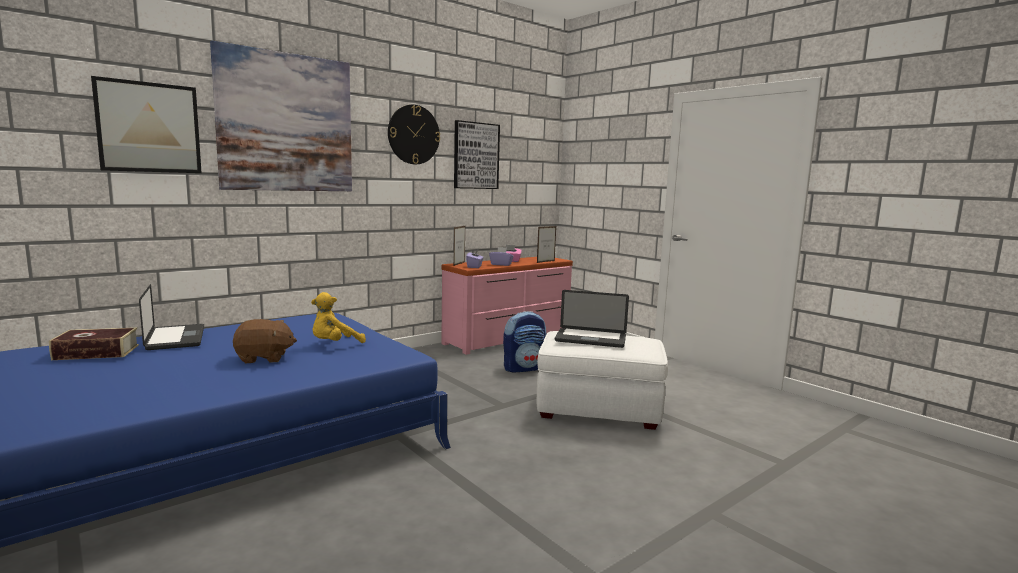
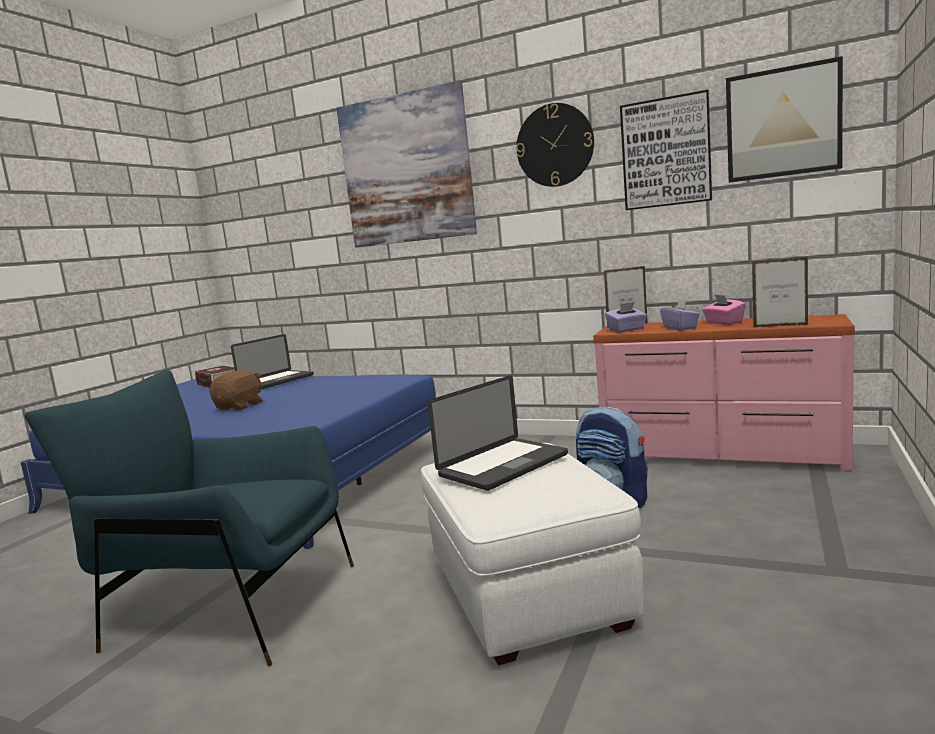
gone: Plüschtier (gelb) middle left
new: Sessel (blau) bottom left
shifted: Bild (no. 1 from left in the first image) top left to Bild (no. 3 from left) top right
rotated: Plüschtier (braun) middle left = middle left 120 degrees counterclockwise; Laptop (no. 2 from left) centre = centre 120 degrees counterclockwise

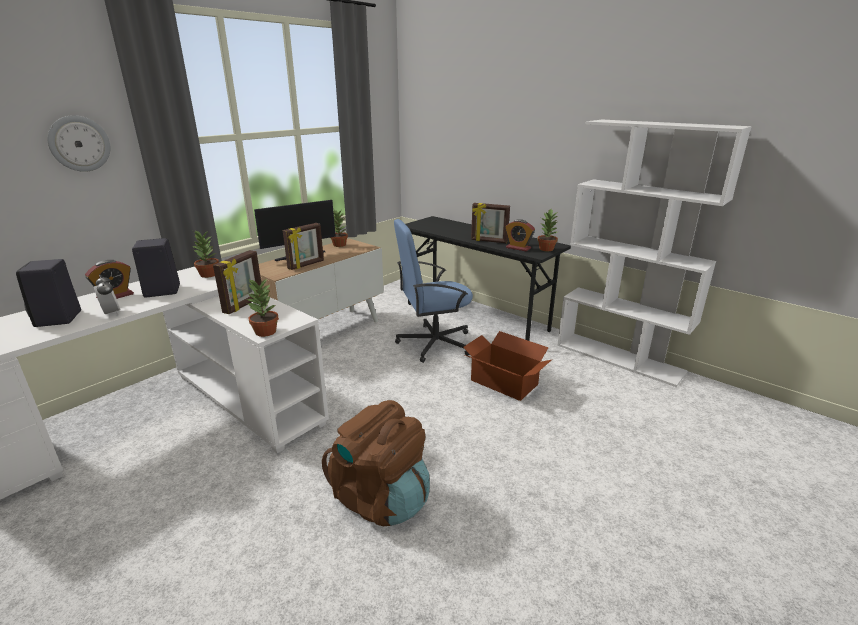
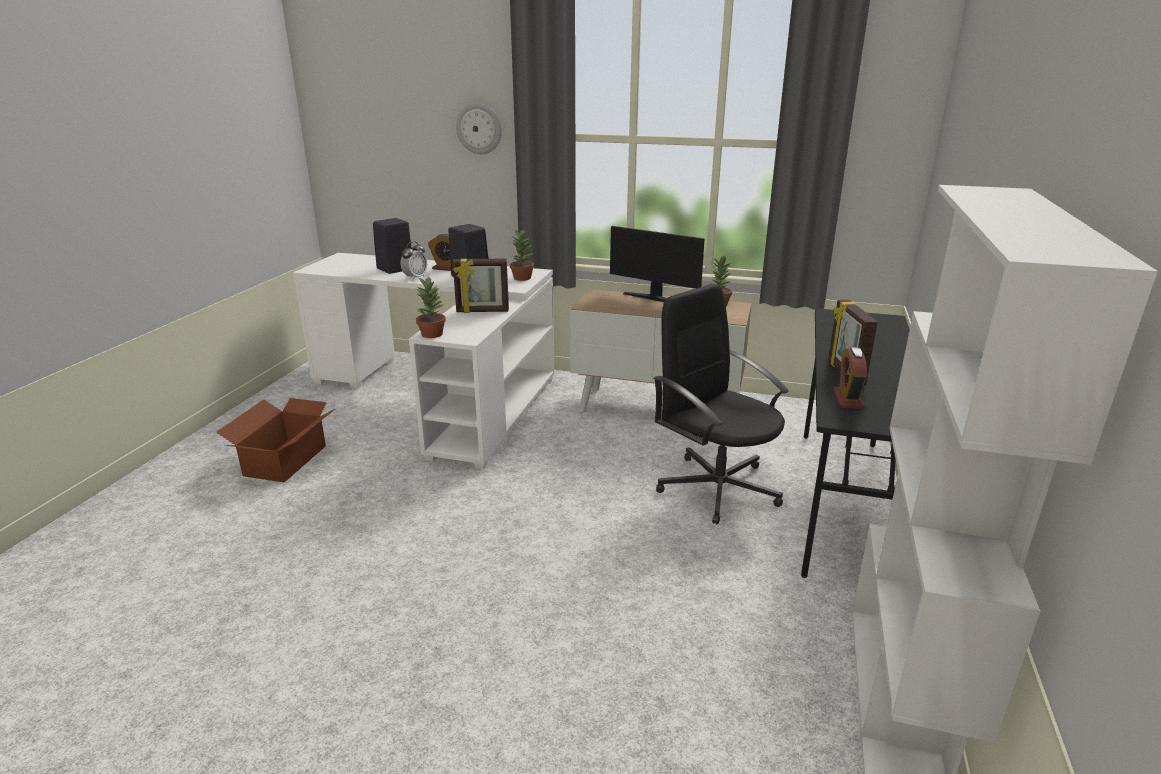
gone: Bilderrahmen (no. 2 from left) centre; Rucksack (braun) bottom centre; Topfpflanze (no. 4 from left) centre
shifted: Karton centre to middle left
repainted: Bürostuhl (blau) centre to Bürostuhl (schwarz) centre

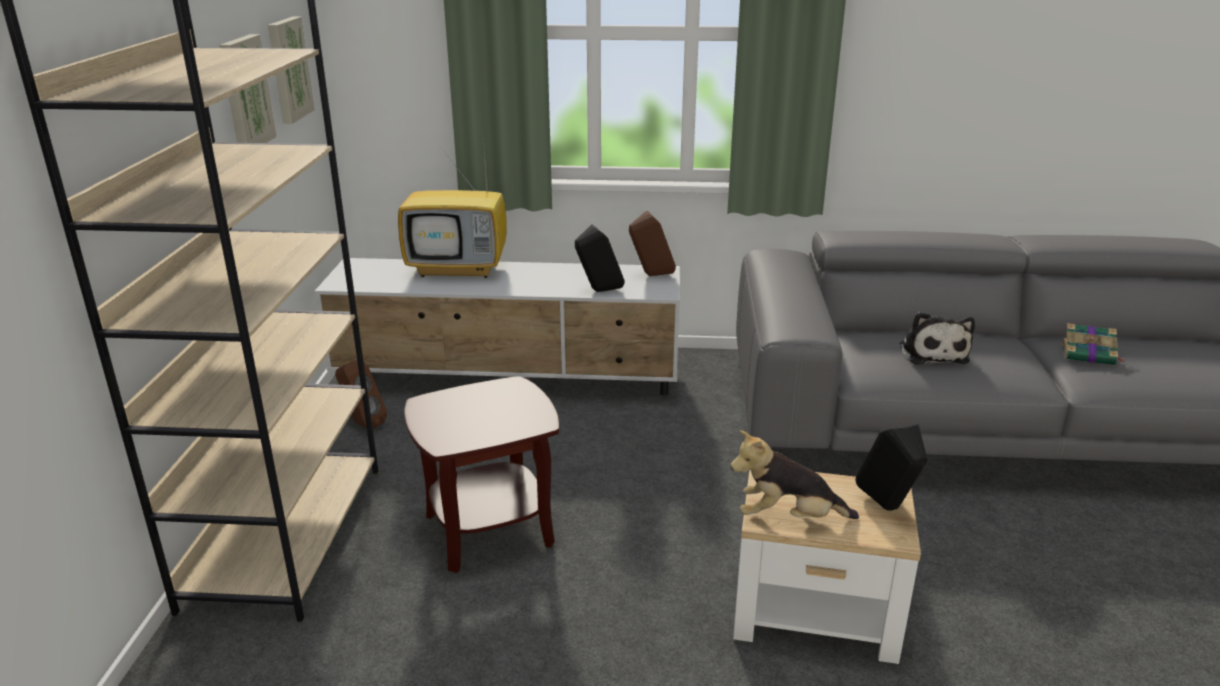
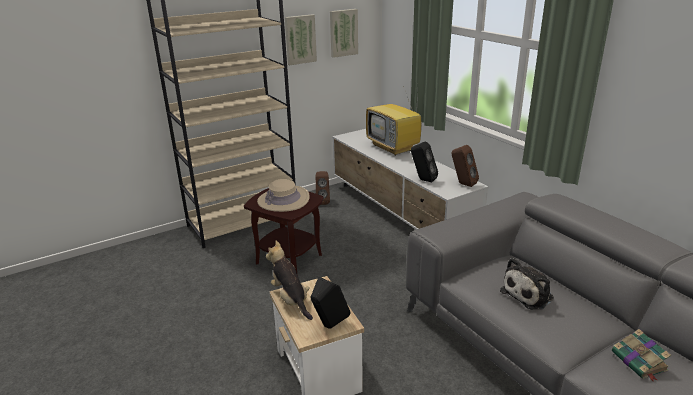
new: Hut (beige) centre

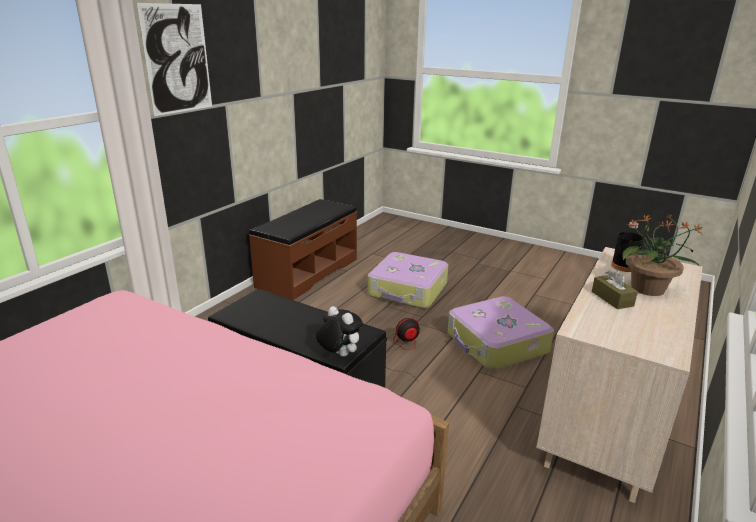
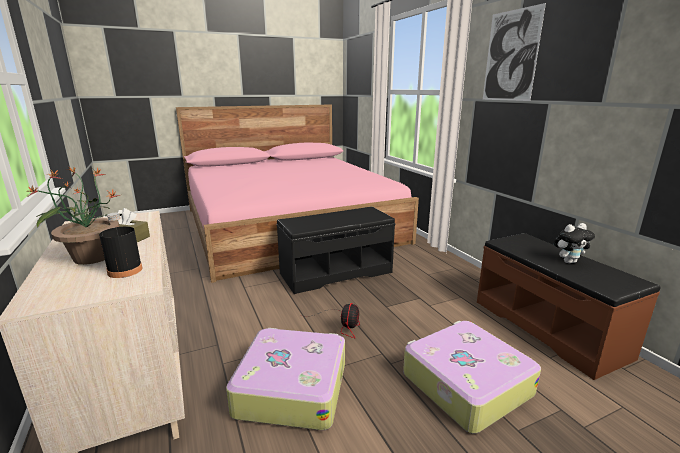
shifted: Plüschtier centre to middle right

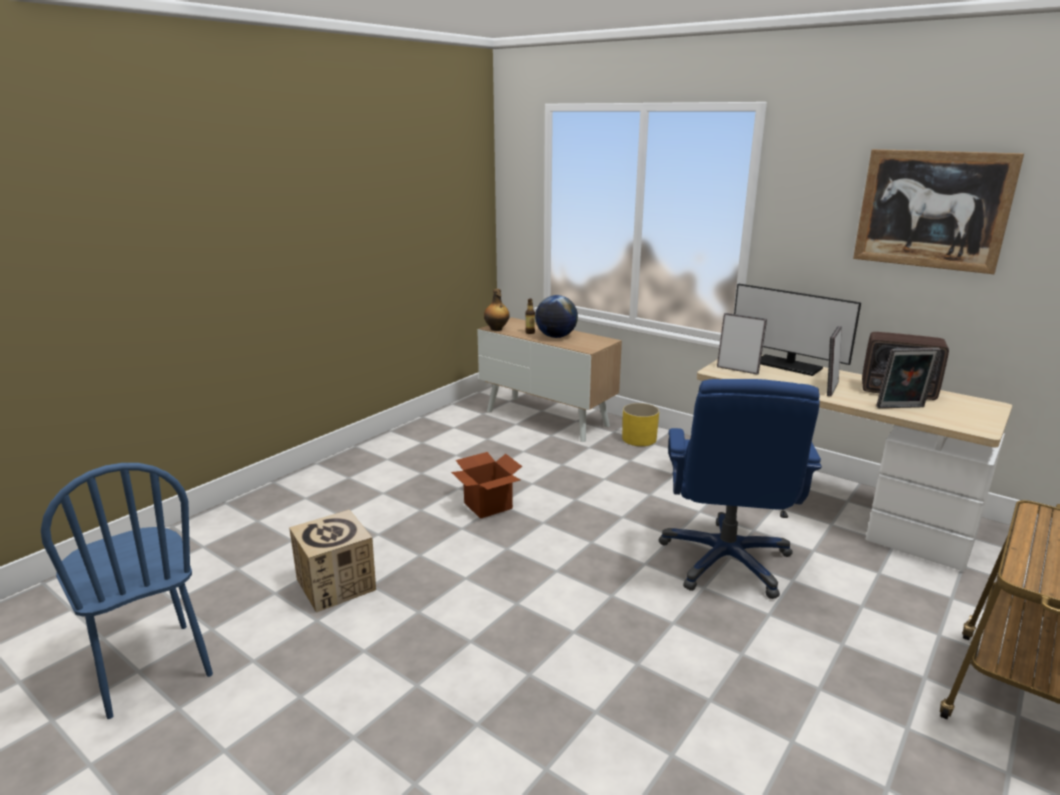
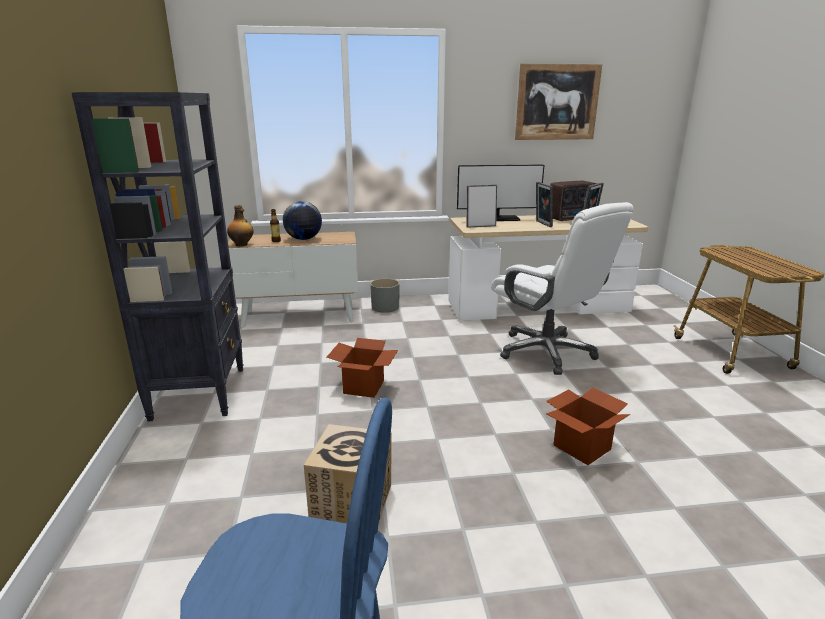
new: Bücherregal (schwarz) middle left; Karton (no. 3 from left) bottom right
repainted: Pflanzkübel (gelb) centre to Pflanzkübel (grau) centre; Bürostuhl (blau) middle right to Bürostuhl (weiß) middle right

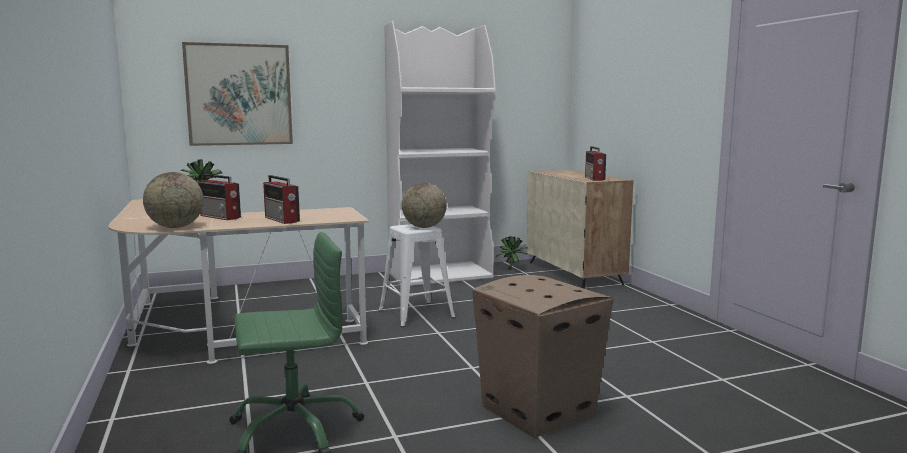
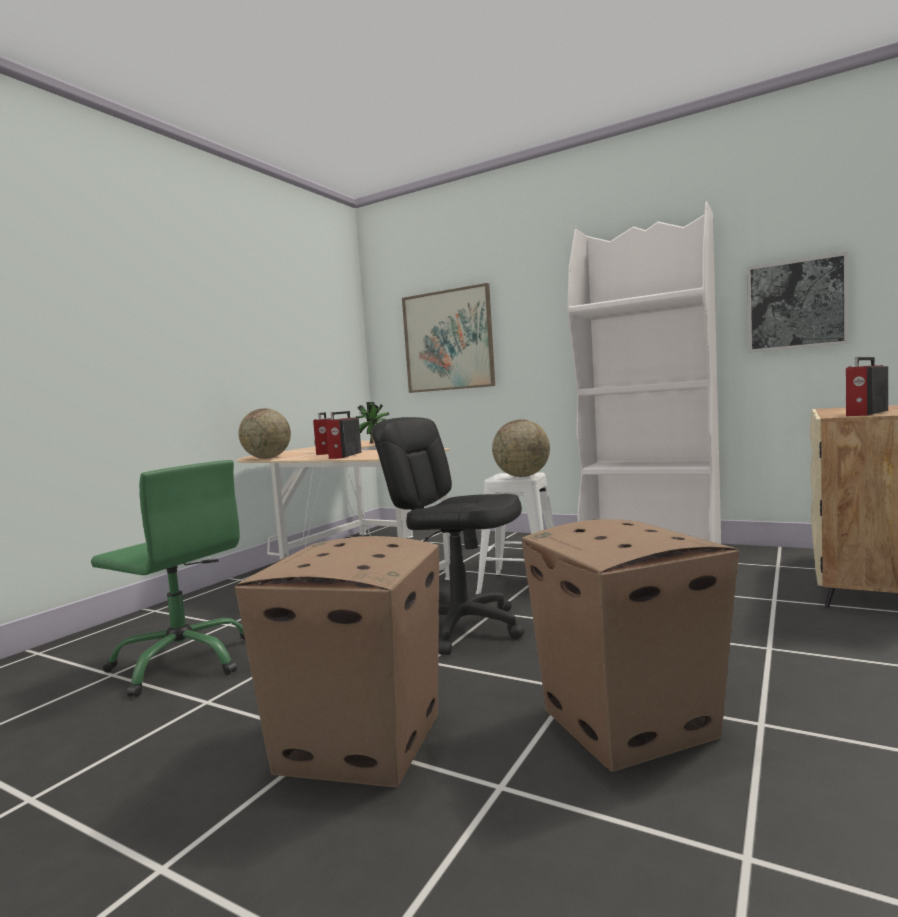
gone: Topfpflanze (no. 2 from left) centre
new: Bürostuhl (schwarz) centre; Karton (no. 2 from left) bottom right; Bild (no. 2 from left) top right

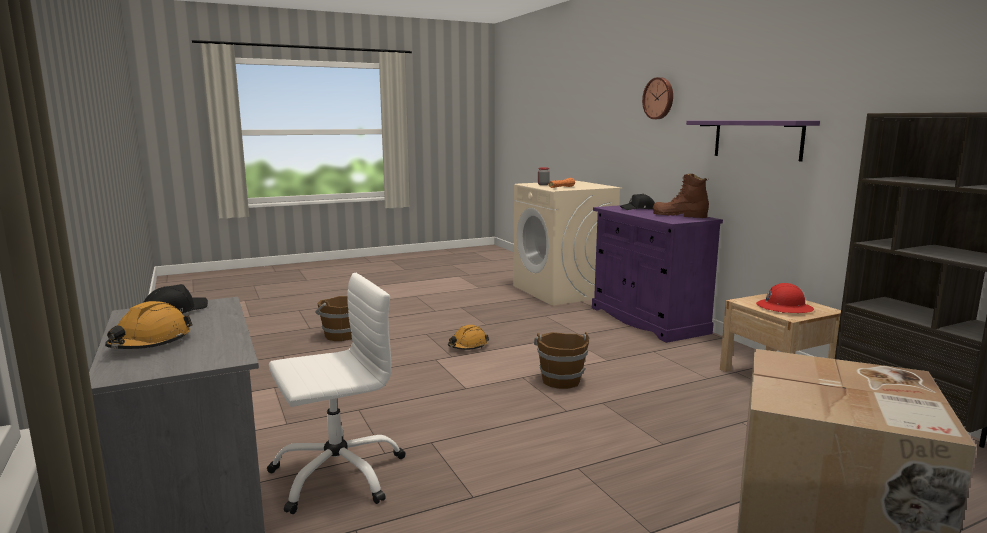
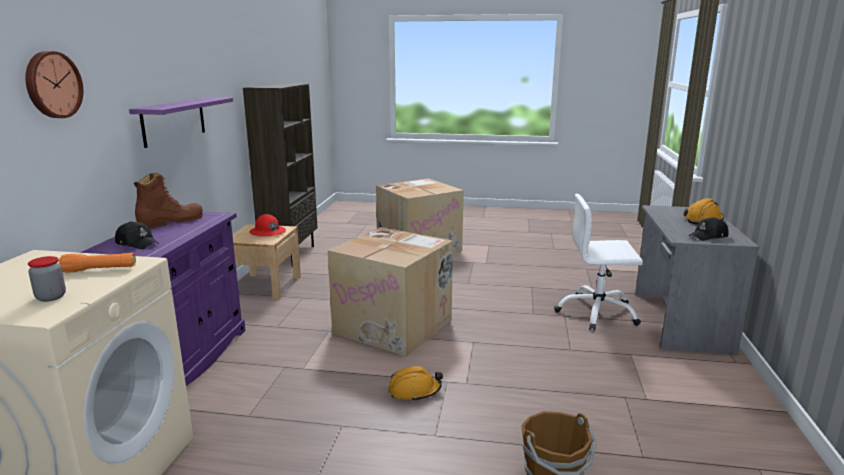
swapped: Eimer (braun) (no. 2 from left) bottom centre to Karton (no. 1 from left) centre
rotated: Stiefel (braun) middle right = middle left 105 degrees counterclockwise

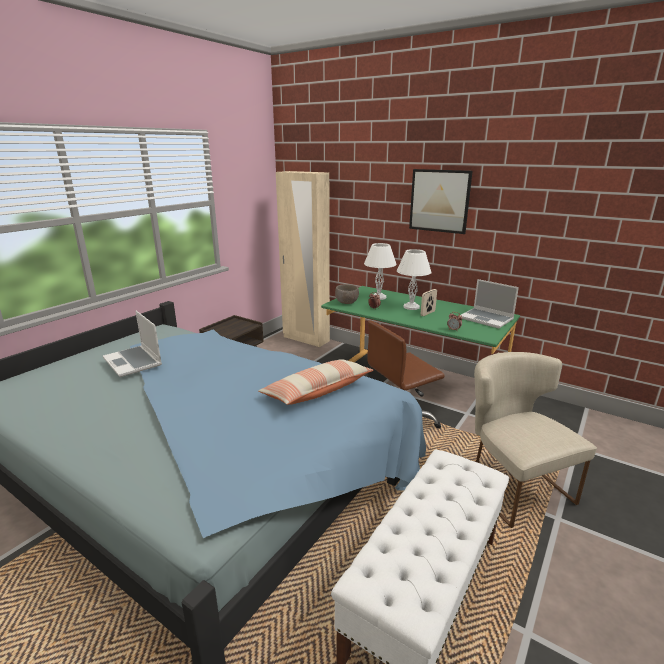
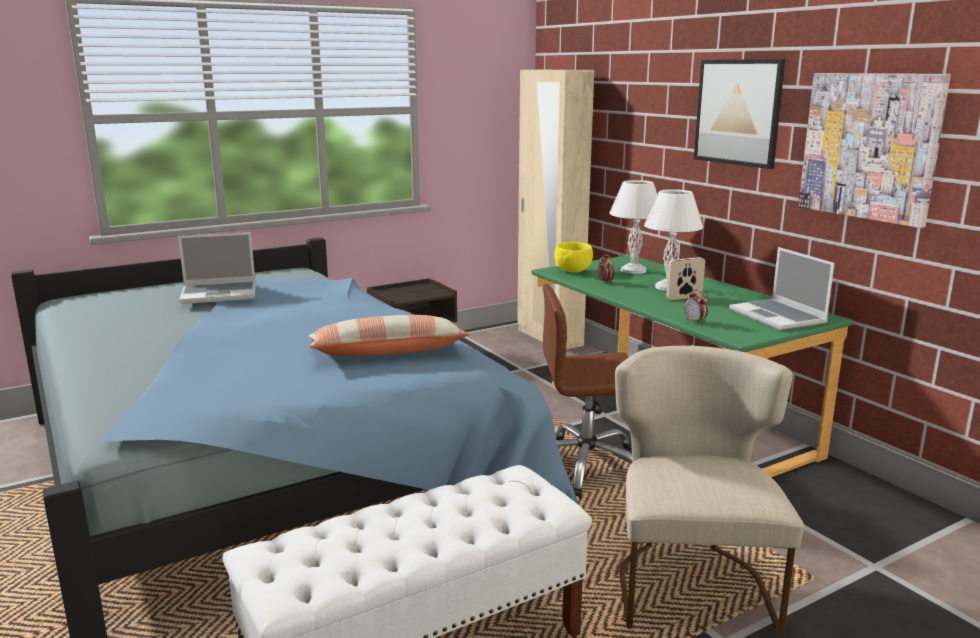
new: Bild (no. 2 from left) top right
repainted: Schüssel (braun) centre to Schüssel (gelb) centre
rotated: Laptop (no. 1 from left) middle left = middle left 90 degrees counterclockwise

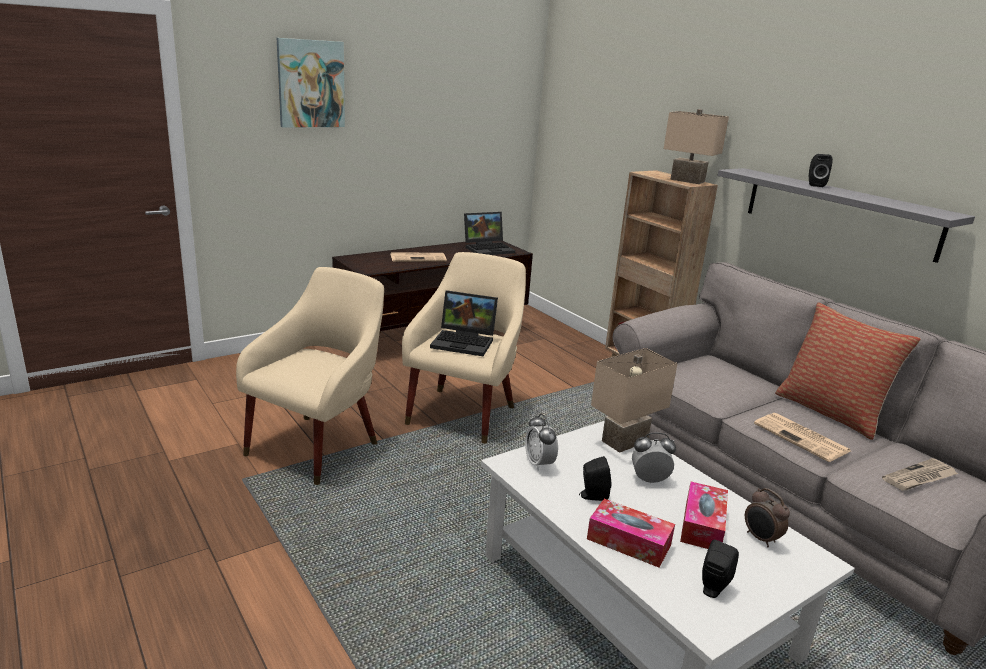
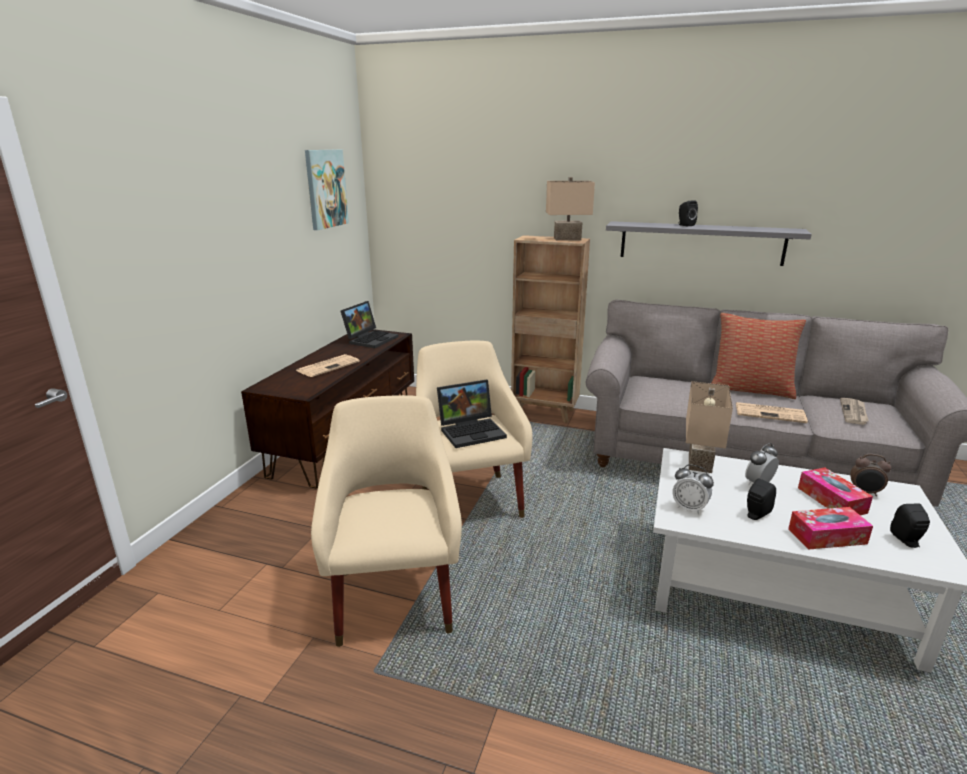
shifted: Bild top left to top centre

